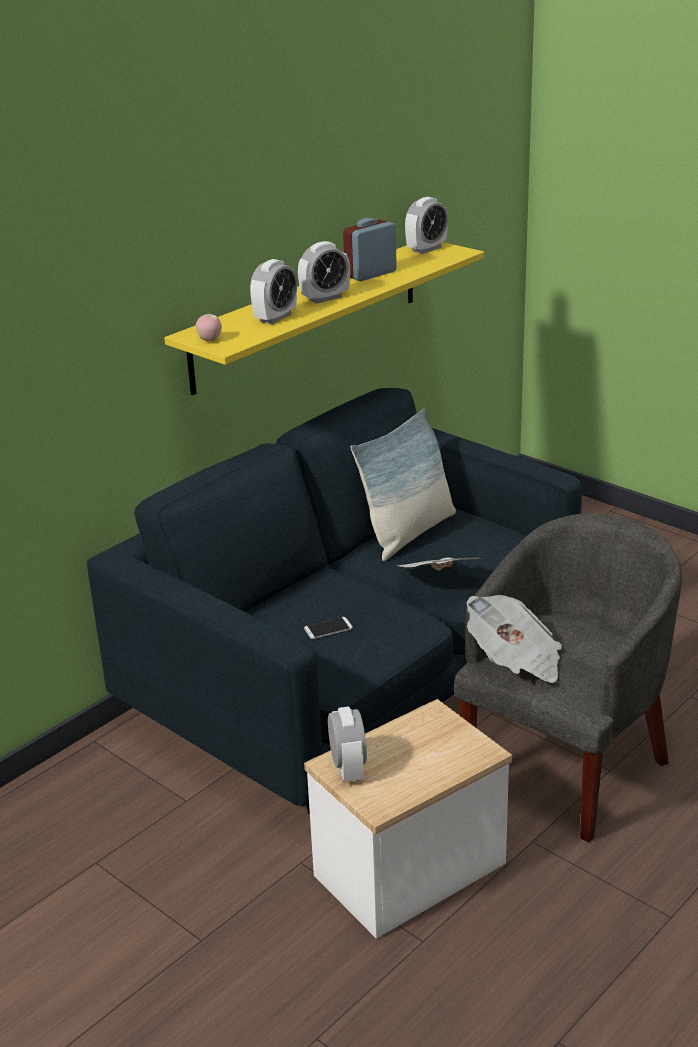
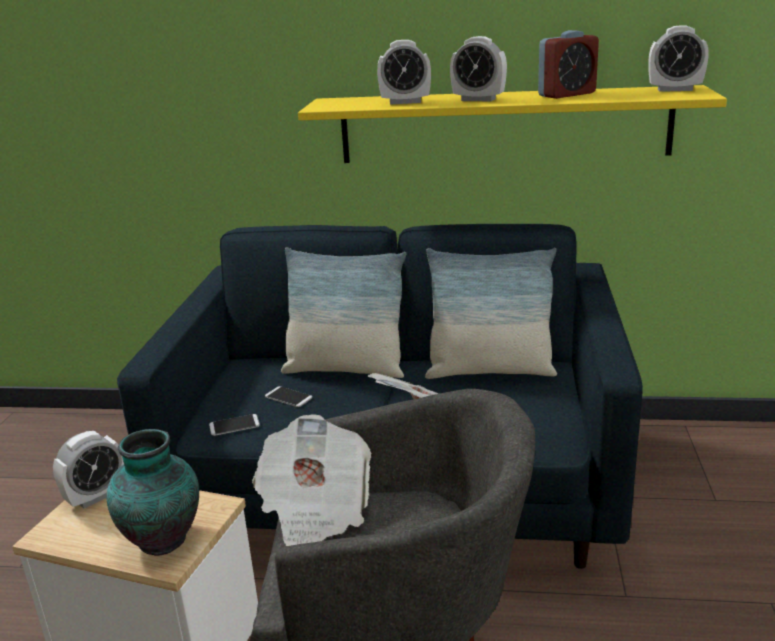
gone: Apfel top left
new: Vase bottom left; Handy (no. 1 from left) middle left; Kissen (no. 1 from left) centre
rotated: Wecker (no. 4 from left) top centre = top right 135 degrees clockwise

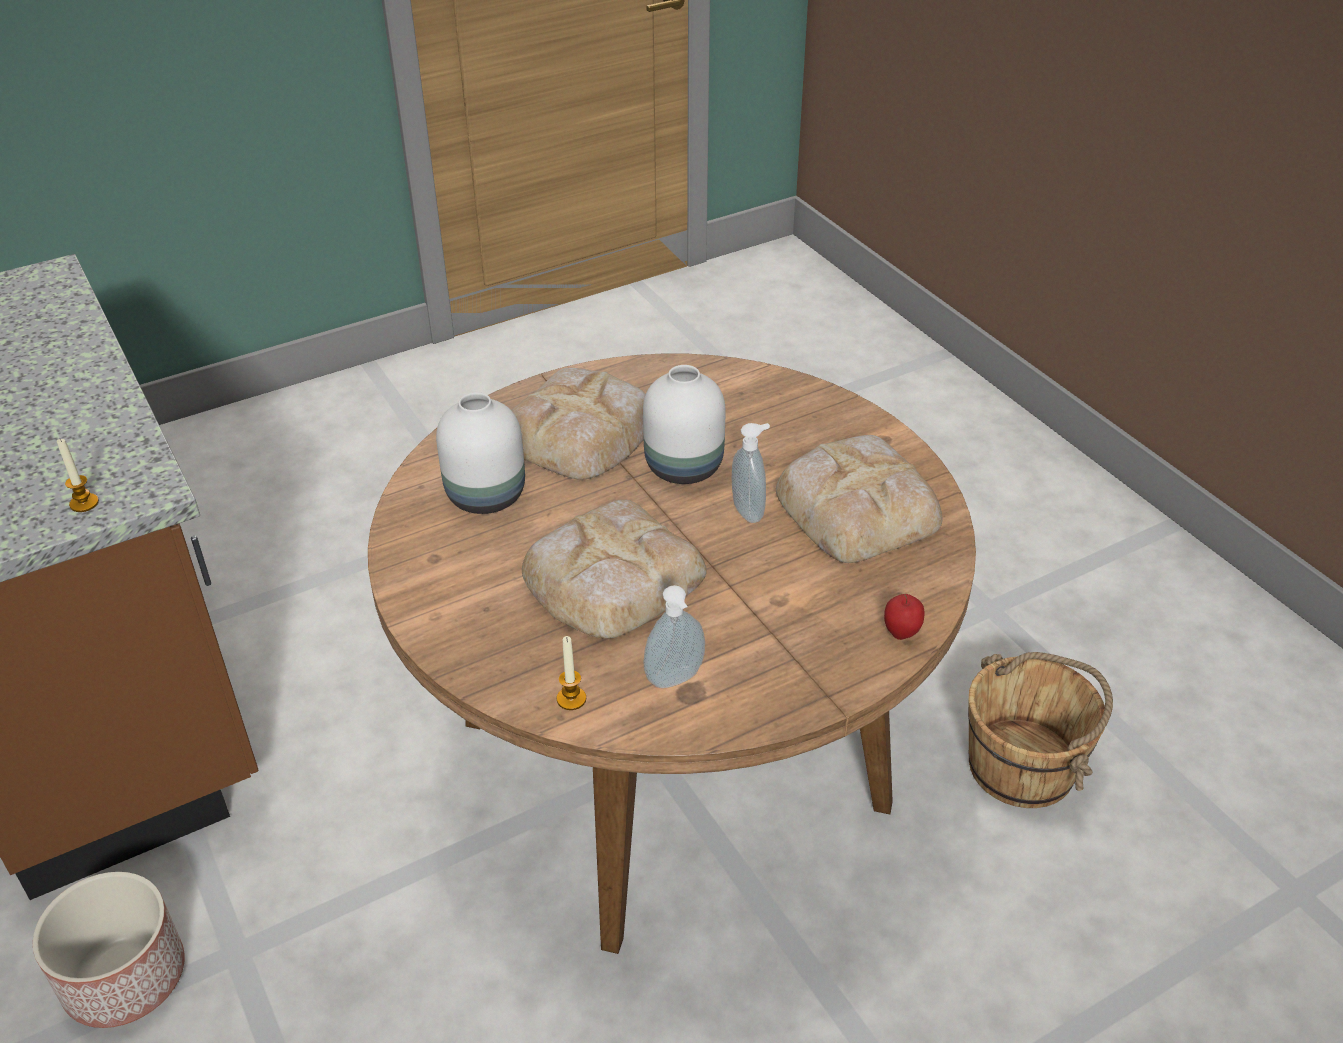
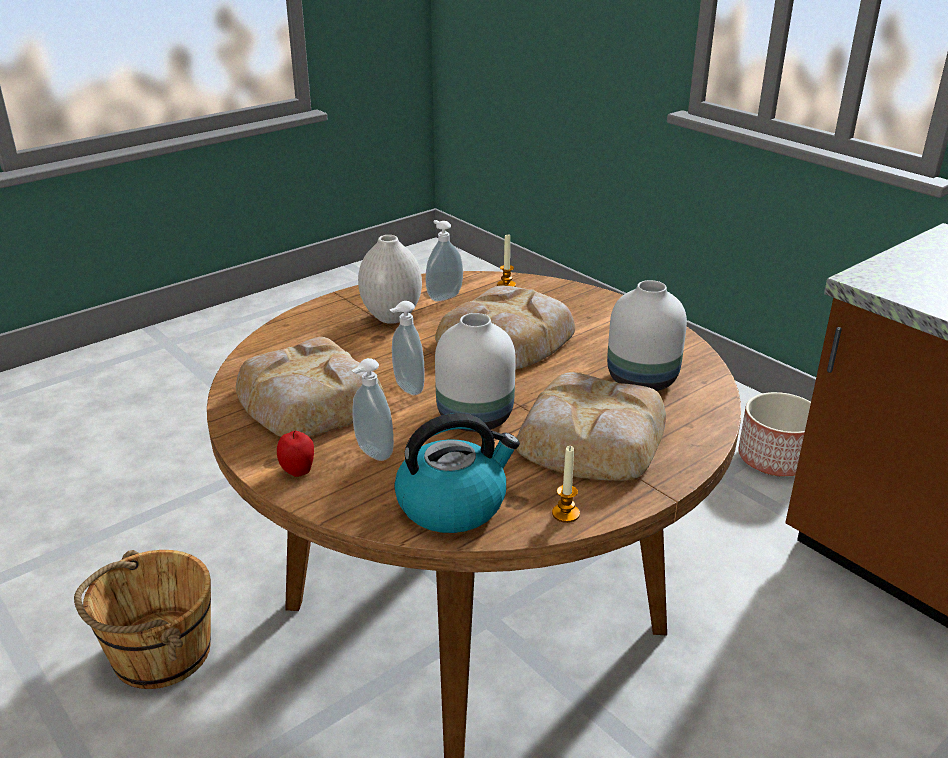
new: Seifenspender (no. 1 from left) centre; Vase (weiß) (no. 1 from left) centre; Wasserkessel centre
shifted: Apfel middle right to middle left; Kerze (no. 1 from left in the first image) middle left to Kerze (no. 2 from left) centre

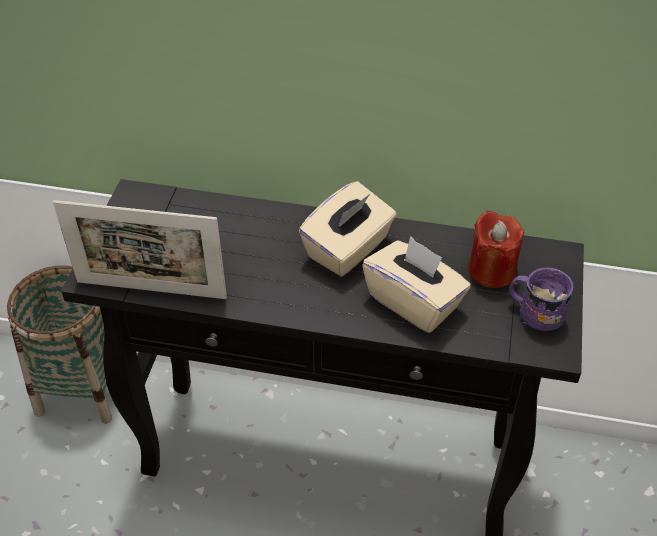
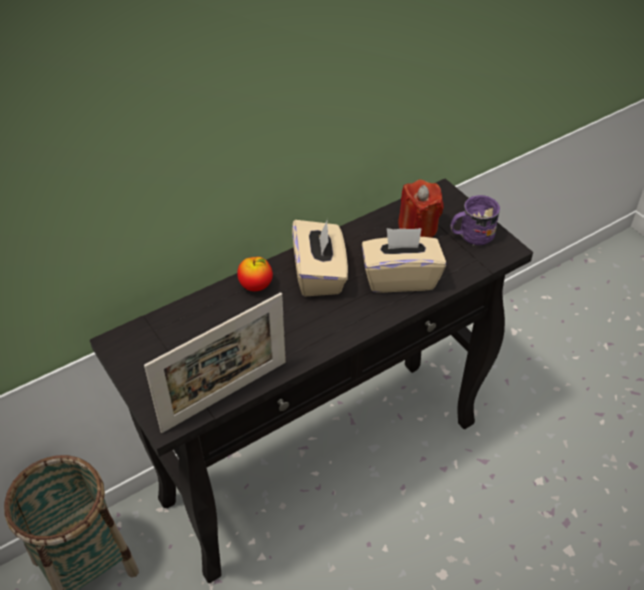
new: Apfel centre

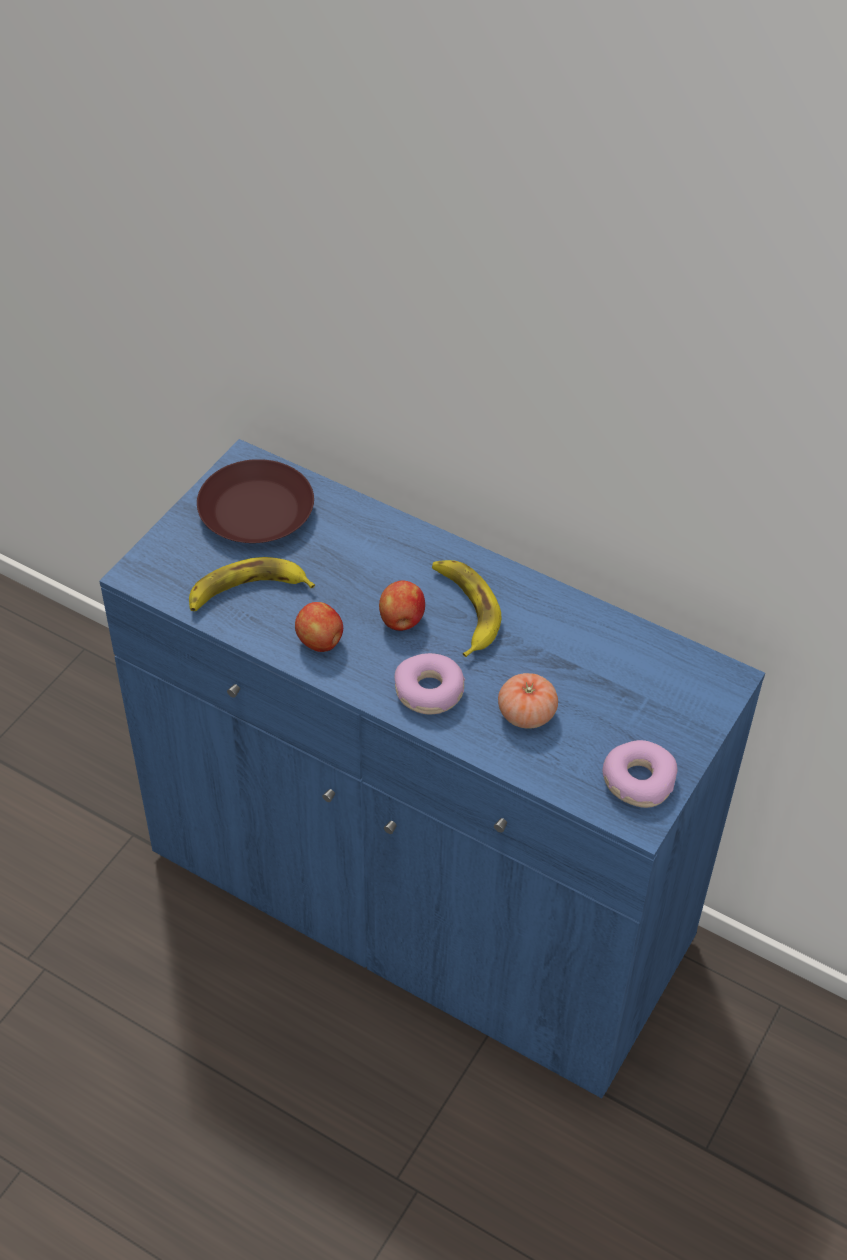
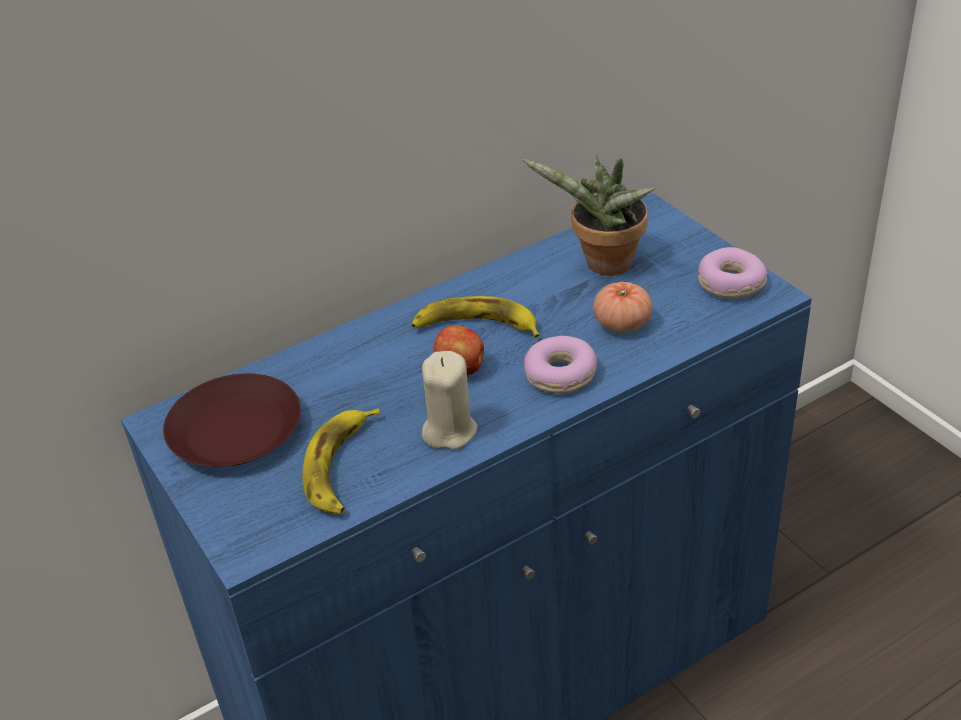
new: Topfpflanze top centre
swapped: Apfel (no. 1 from left) centre to Kerze (beige) centre

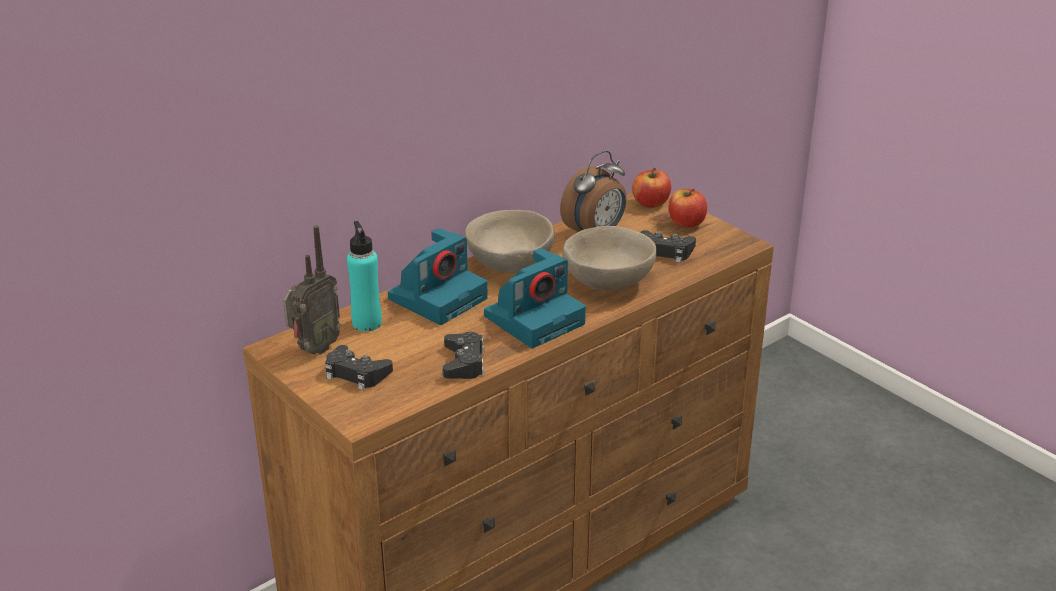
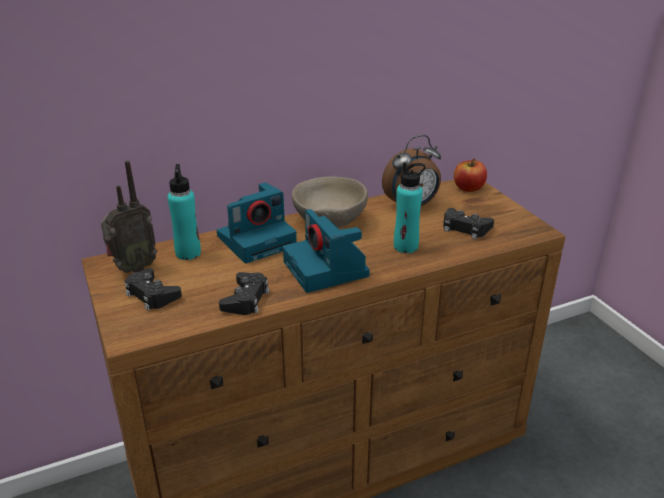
gone: Apfel (no. 2 from left) centre
swapped: Schüssel (beige) (no. 2 from left) centre to Flasche (türkis) (no. 2 from left) centre
rotated: Kamera (no. 2 from left) centre = centre 90 degrees clockwise

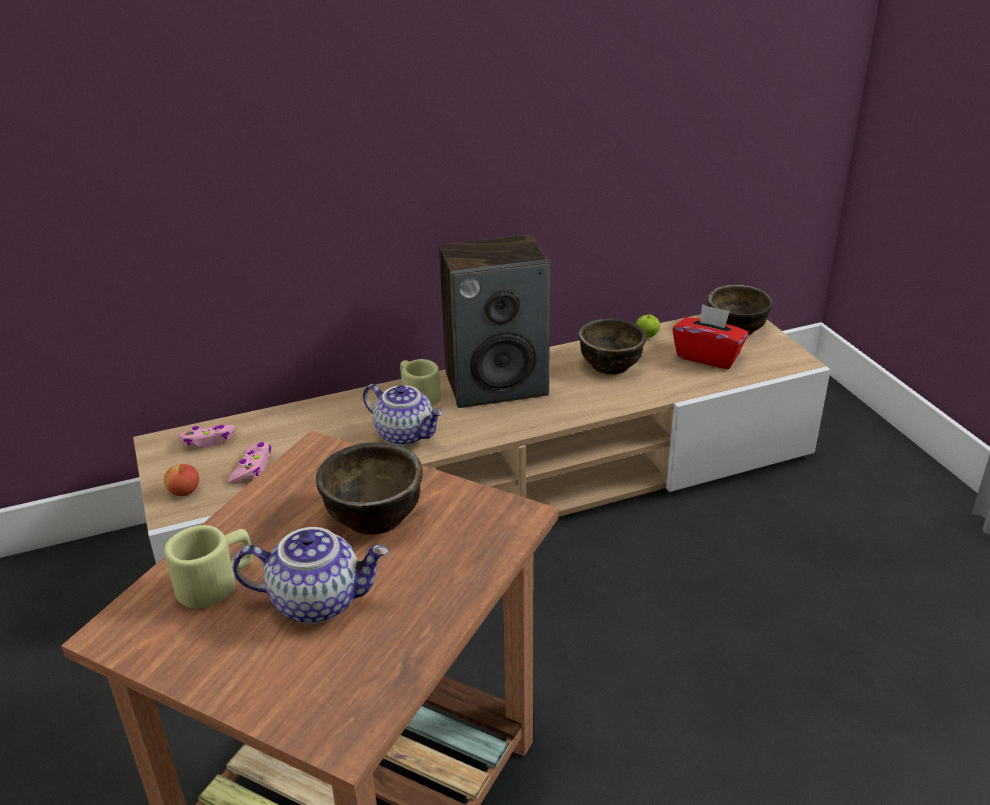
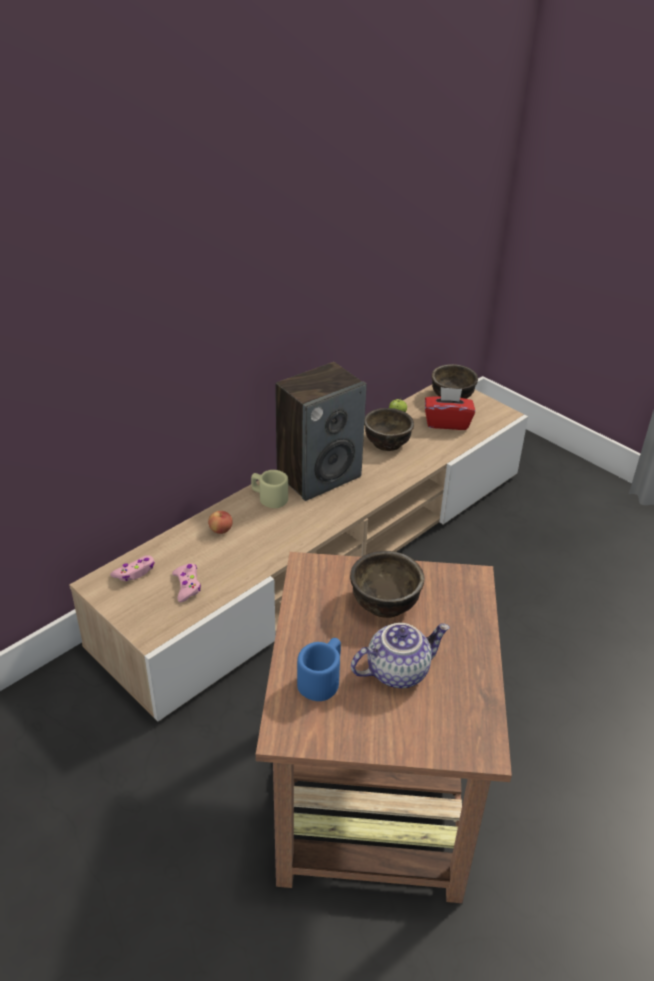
gone: Teekanne (no. 2 from left) centre
shifted: Apfel (no. 1 from left) middle left to centre
repainted: Henkelbecher (beige) (no. 1 from left) bottom left to Henkelbecher (blau) bottom centre

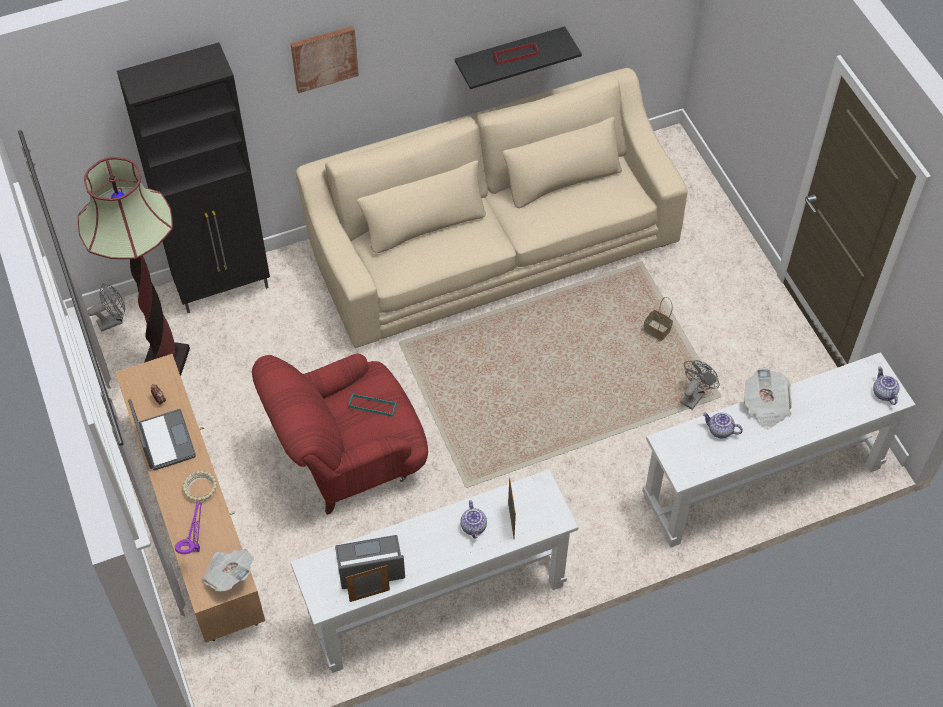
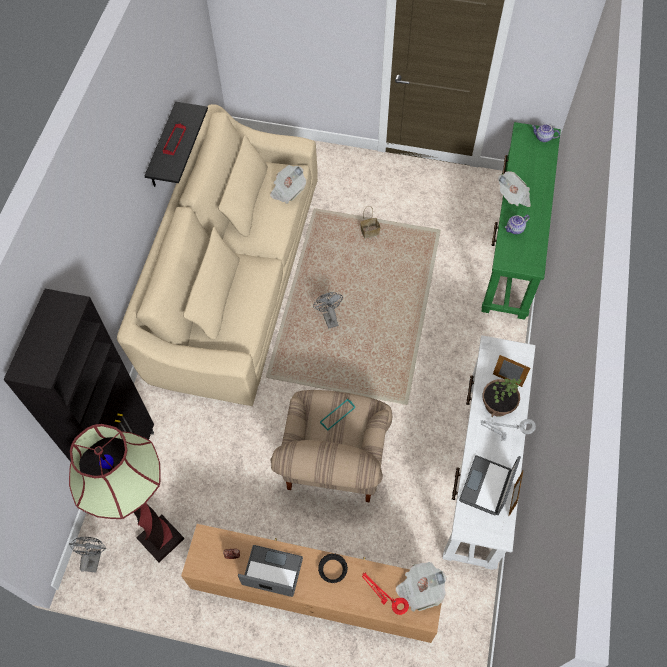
gone: Bild top centre
new: Zeitung (no. 1 from left) top centre; Tischlampe (grau) middle right
shifted: Ventilator (grau) (no. 2 from left) middle right to centre
swapped: Teekanne (no. 1 from left) bottom centre to Topfpflanze middle right
repainted: Sessel (rot) centre to Sessel (beige) bottom centre; Schüssel (beige) bottom left to Schüssel (schwarz) bottom centre; Tischlampe (lila) bottom left to Tischlampe (rot) bottom centre; Konsolentisch (weiß) (no. 2 from left) middle right to Konsolentisch (grün) top right

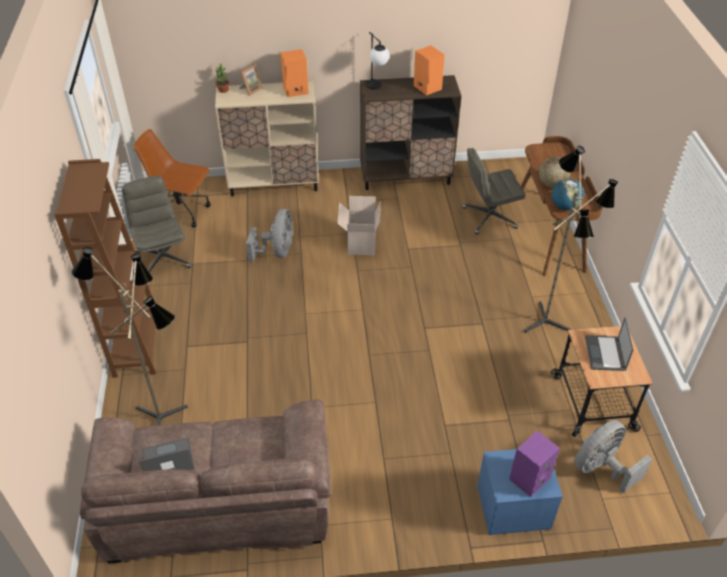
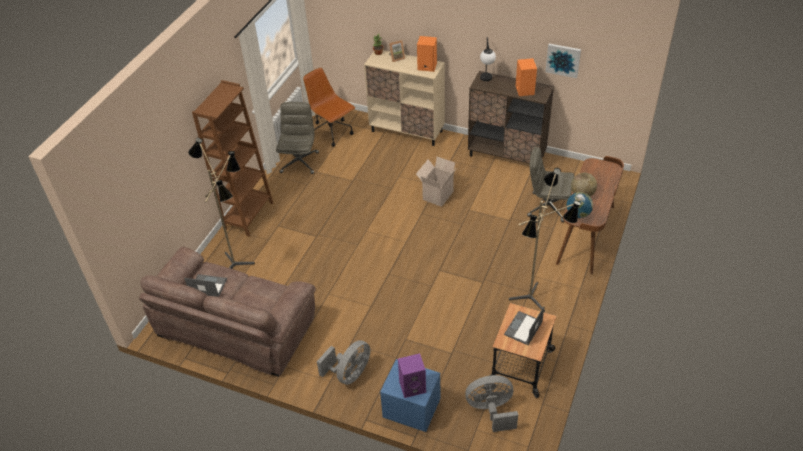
new: Bild top right
shifted: Ventilator (grau) (no. 1 from left) centre to bottom centre

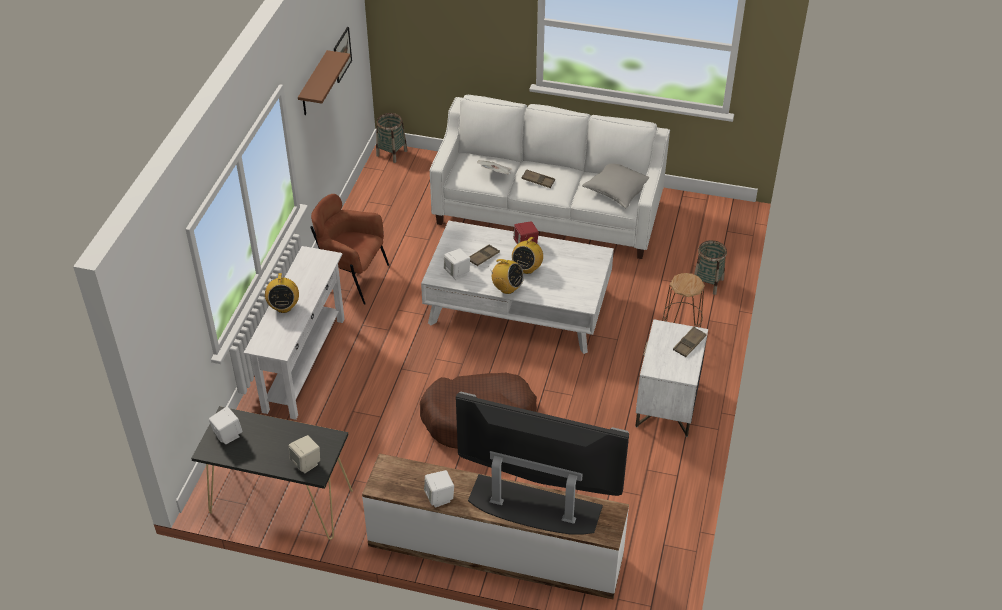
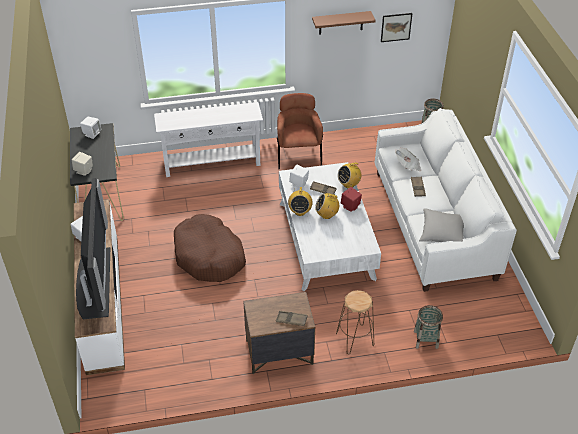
shifted: Radio (no. 1 from left in the first image) middle left to Radio (no. 3 from left) centre
repainted: Nachttisch (weiß) middle right to Nachttisch (braun) bottom centre

